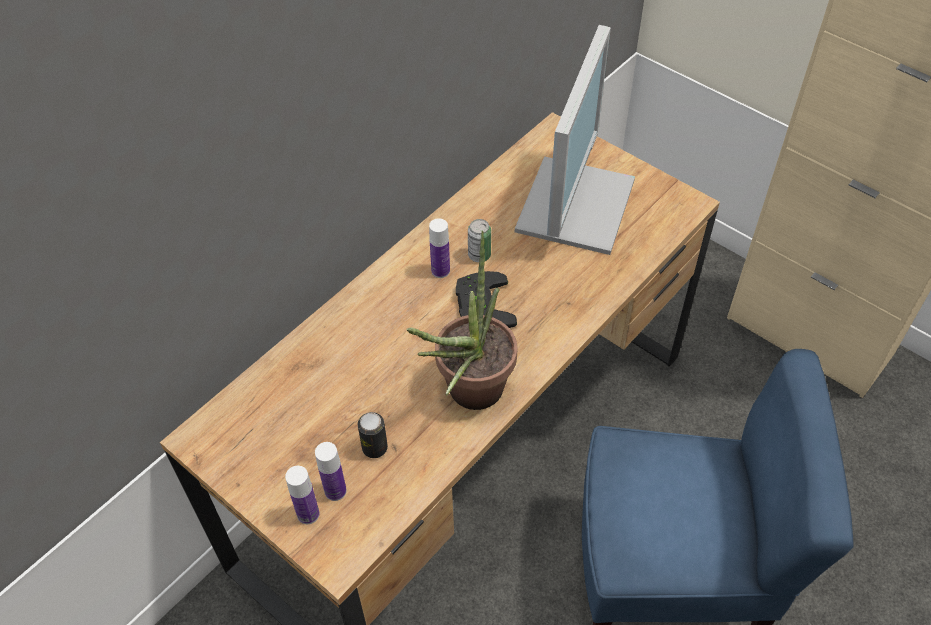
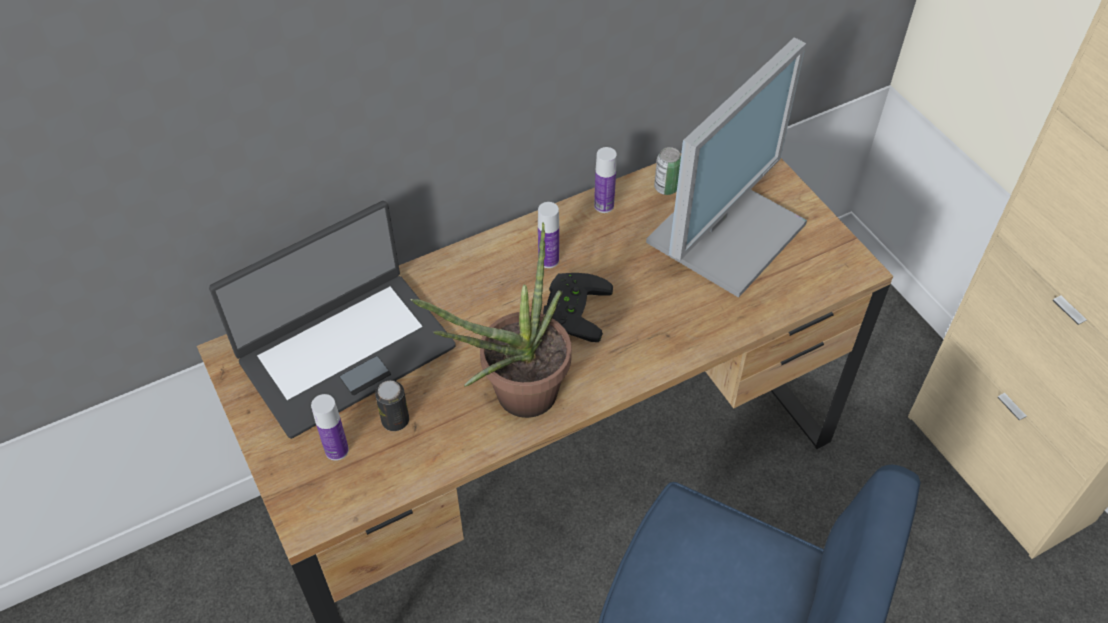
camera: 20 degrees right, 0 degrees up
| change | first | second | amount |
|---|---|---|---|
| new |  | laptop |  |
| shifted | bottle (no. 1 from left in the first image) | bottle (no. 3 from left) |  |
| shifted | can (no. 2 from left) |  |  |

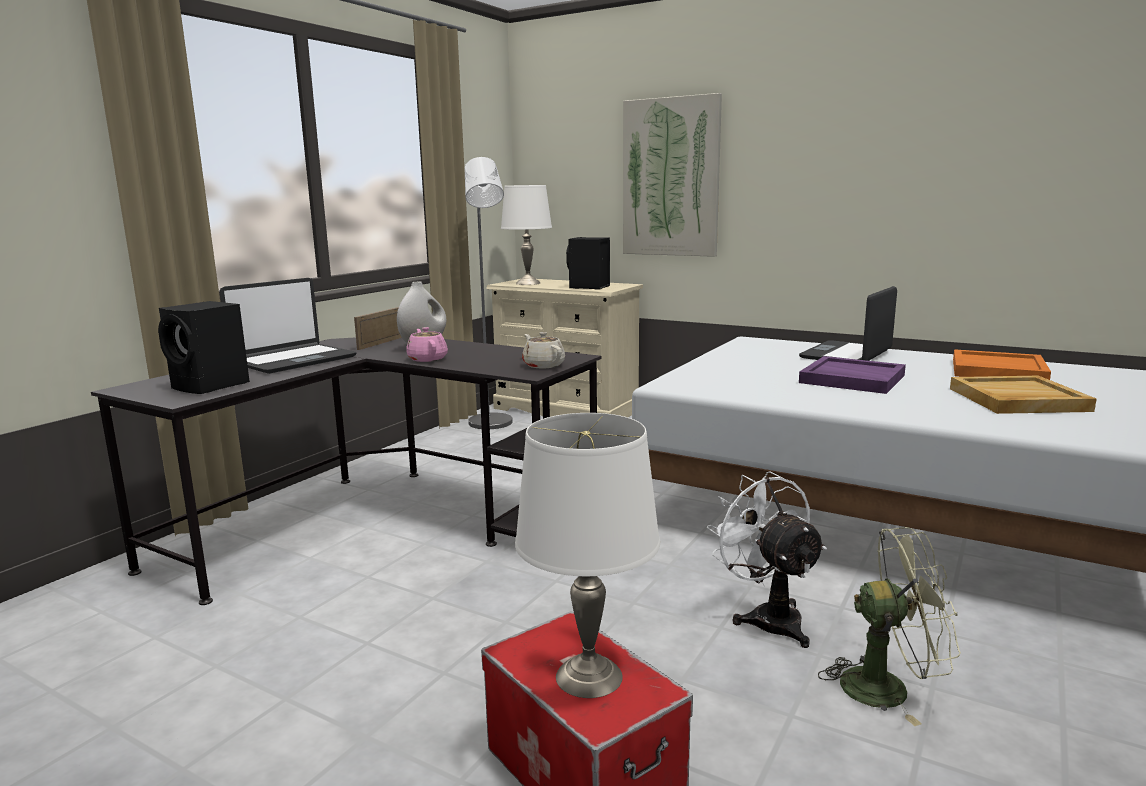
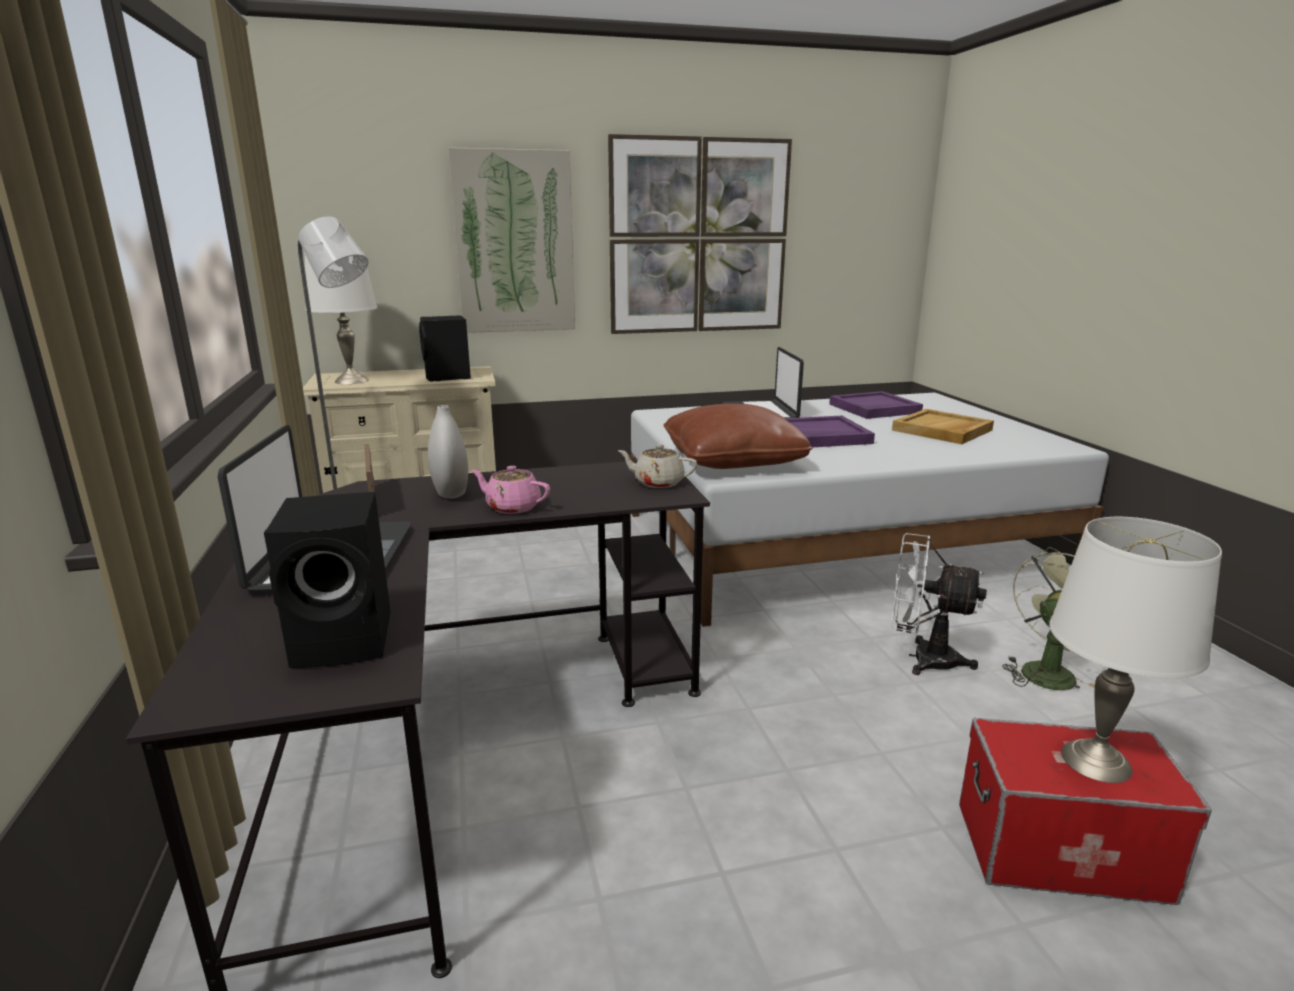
camera: 45 degrees left, 5 degrees up
| change | first | second | amount |
|---|---|---|---|
| new |  | picture (no. 2 from left) |  |
| new |  | brown pillow |  |
| repainted | orange tray | purple tray (no. 2 from left) |  |

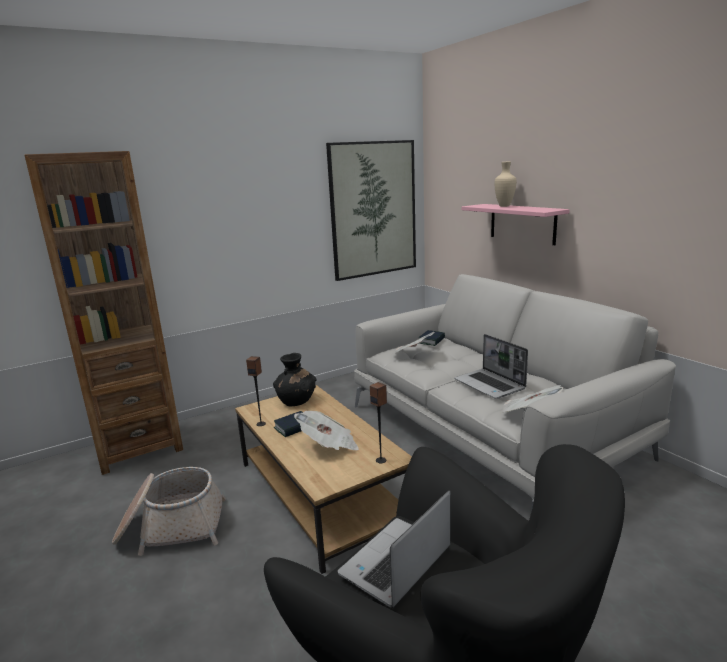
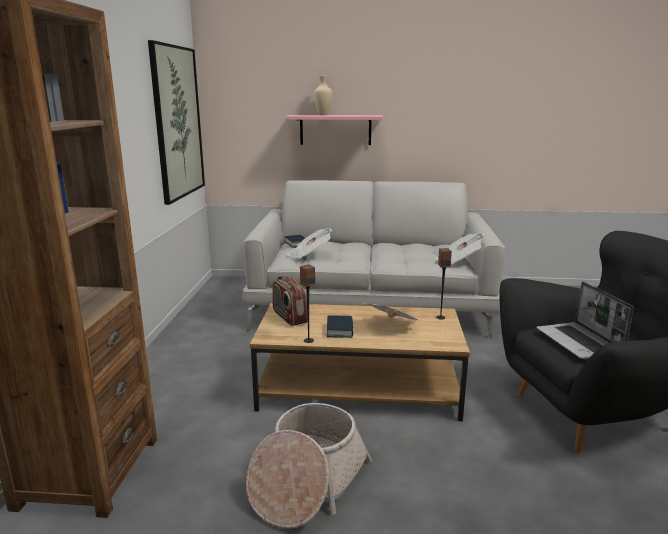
camera: 55 degrees left, 0 degrees up
| change | first | second | amount |
|---|---|---|---|
| gone | laptop (no. 2 from left) |  |  |
| swapped | black vase | radio |  |

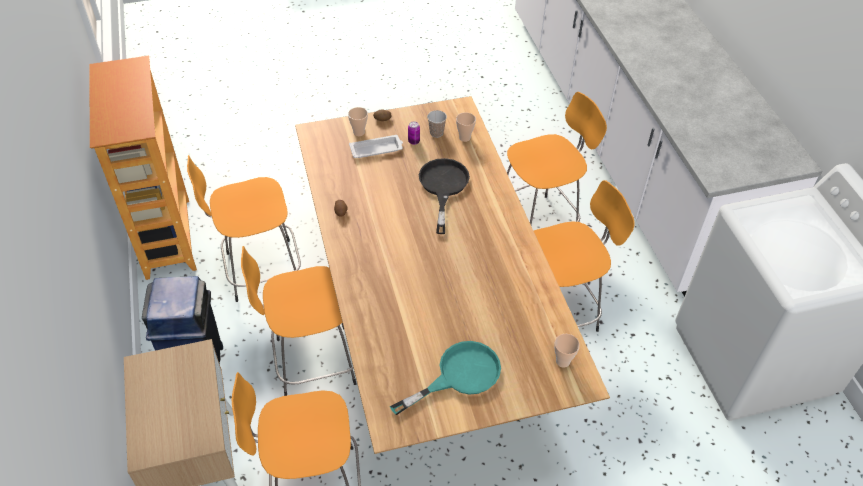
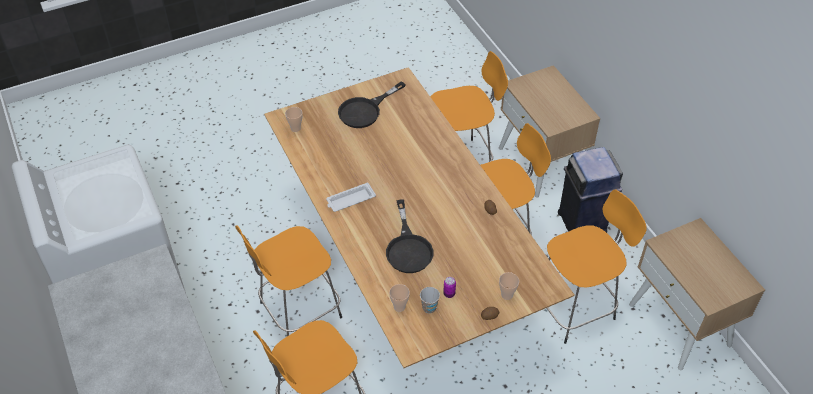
camera: 170 degrees right, 0 degrees up
| change | first | second | amount |
|---|---|---|---|
| shifted | white tray |  |  |
| swapped | bookcase | beige nightstand (no. 2 from left) |  |
| repainted | turquoise frying pan | black frying pan (no. 1 from left) |  |

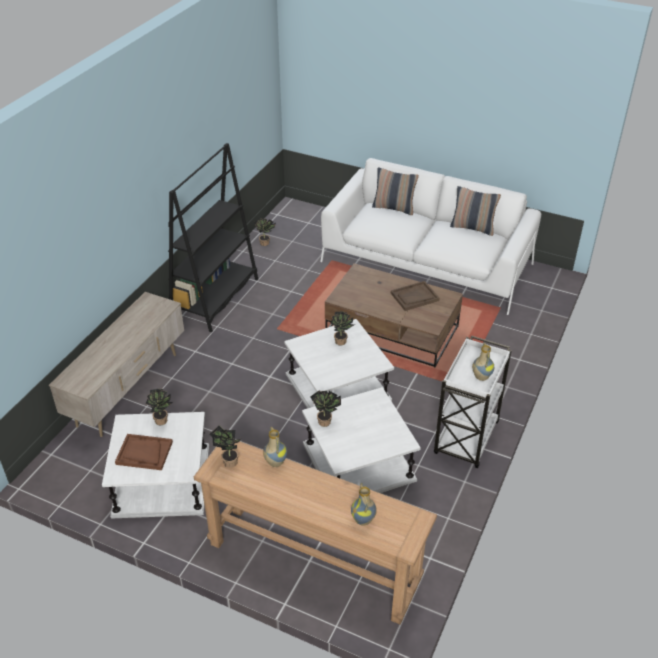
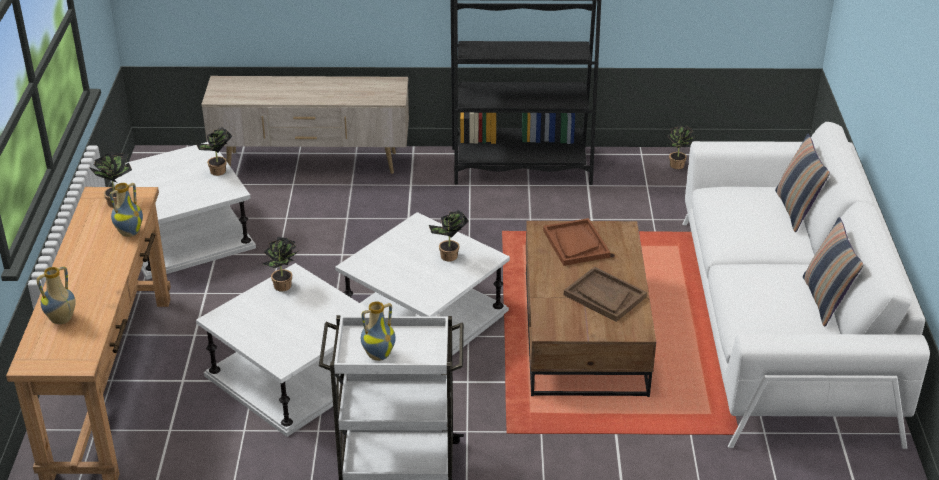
camera: 65 degrees right, 5 degrees down
| change | first | second | amount |
|---|---|---|---|
| shifted | brown tray (no. 1 from left) |  |  |

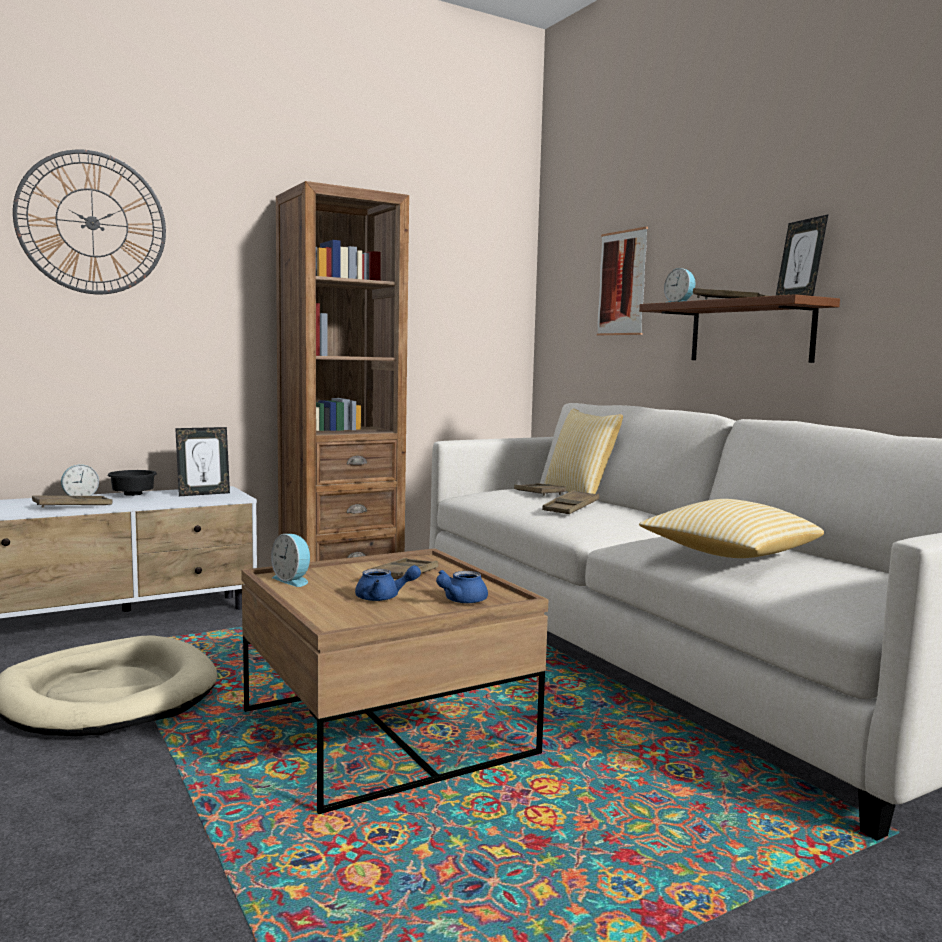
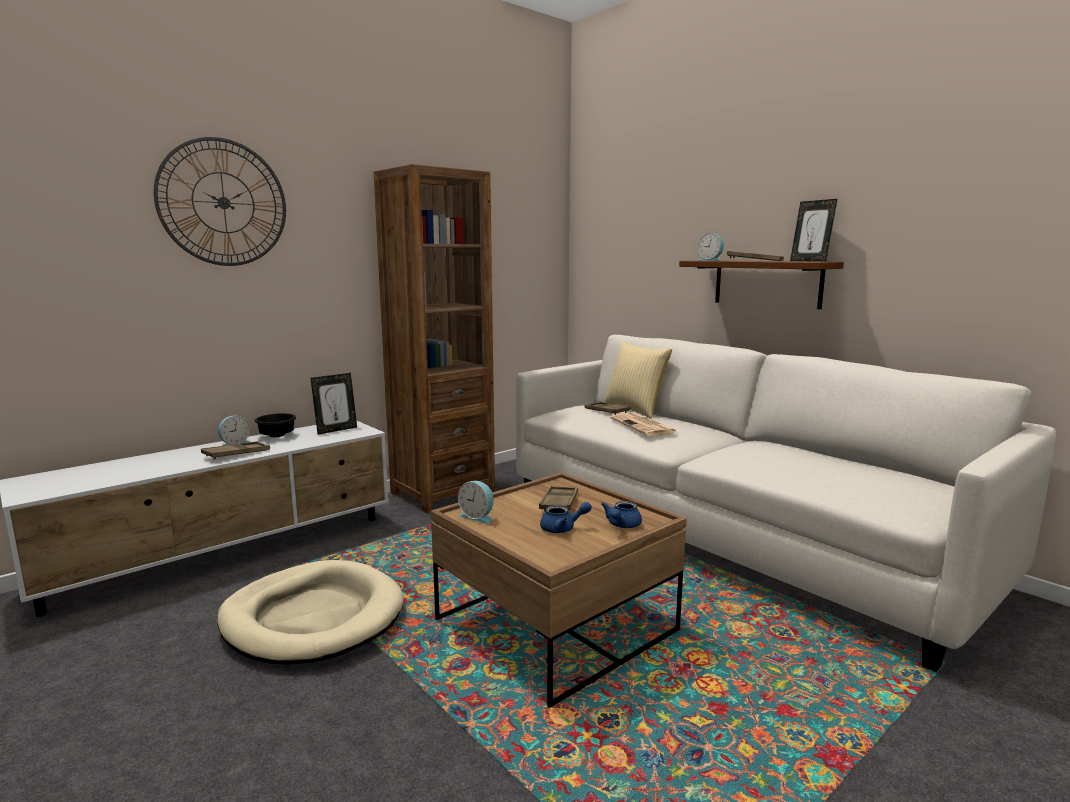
camera: 10 degrees left, 5 degrees up
| change | first | second | amount |
|---|---|---|---|
| gone | picture |  |  |
| gone | pillow (no. 2 from left) |  |  |
| swapped | brown tray (no. 4 from left) | newspaper |  |

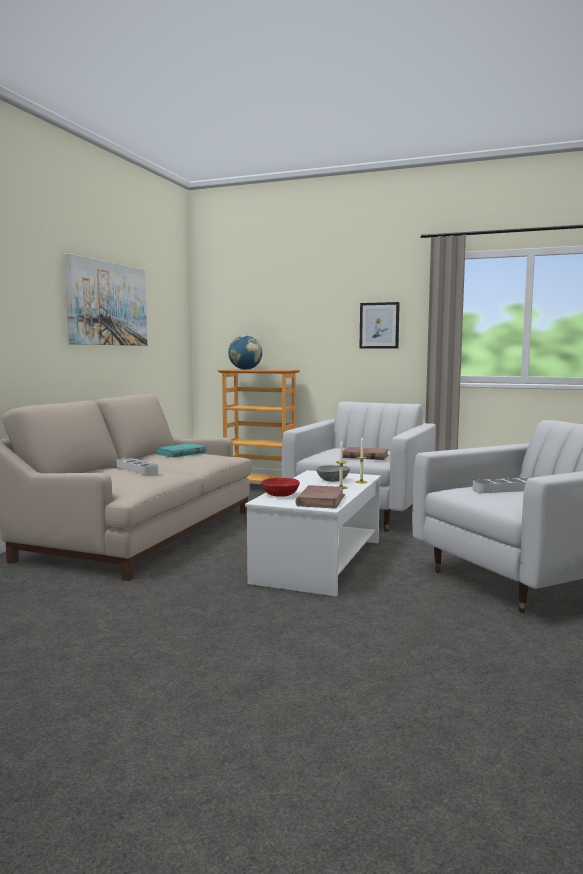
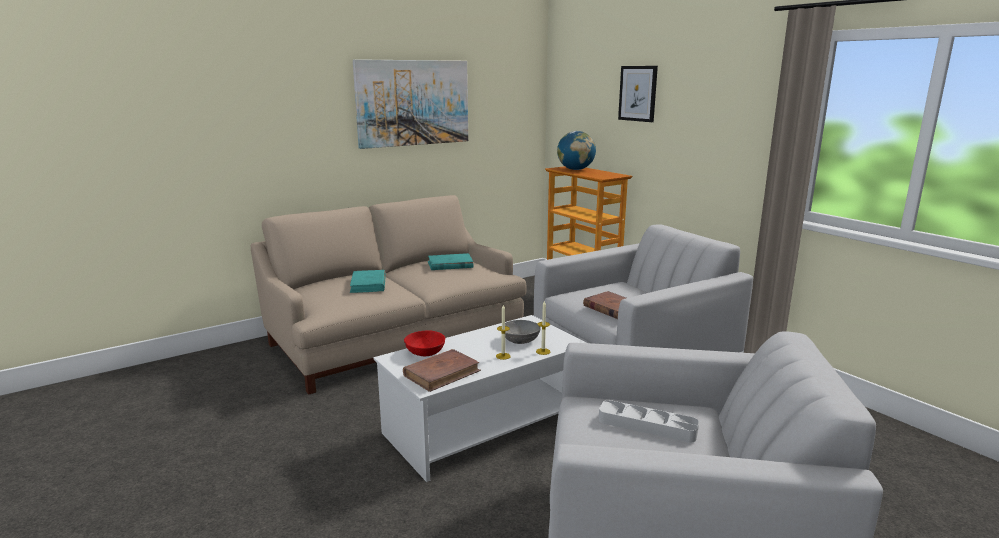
camera: 35 degrees right, 10 degrees up
| change | first | second | amount |
|---|---|---|---|
| shifted | picture (no. 2 from left) |  |  |
| swapped | grey tray (no. 1 from left) | turquoise book (no. 1 from left) |  |

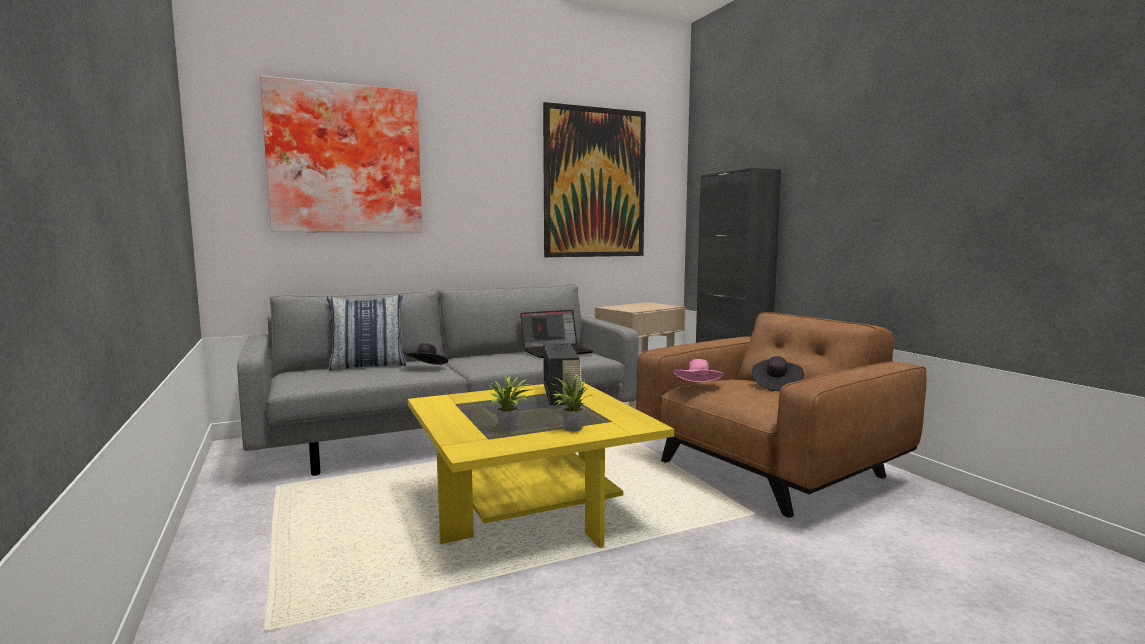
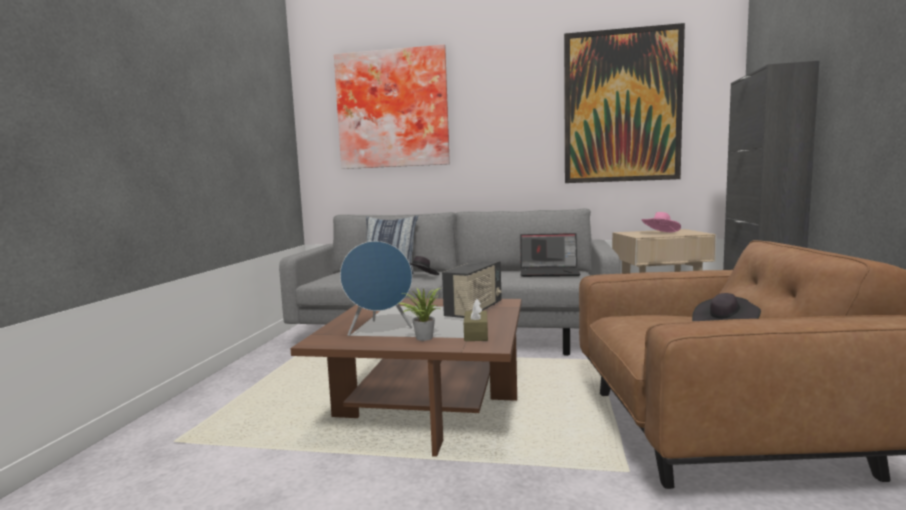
camera: 35 degrees right, 0 degrees up
| change | first | second | amount |
|---|---|---|---|
| new |  | brown tissue box |  |
| shifted | pink hat |  |  |
| swapped | potted plant (no. 1 from left) | blue speaker |  |
| repainted | yellow coffee table | brown coffee table |  |

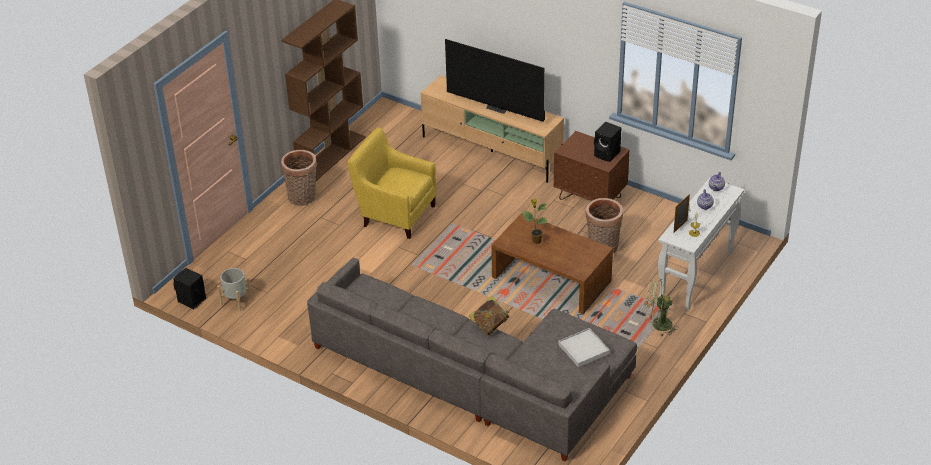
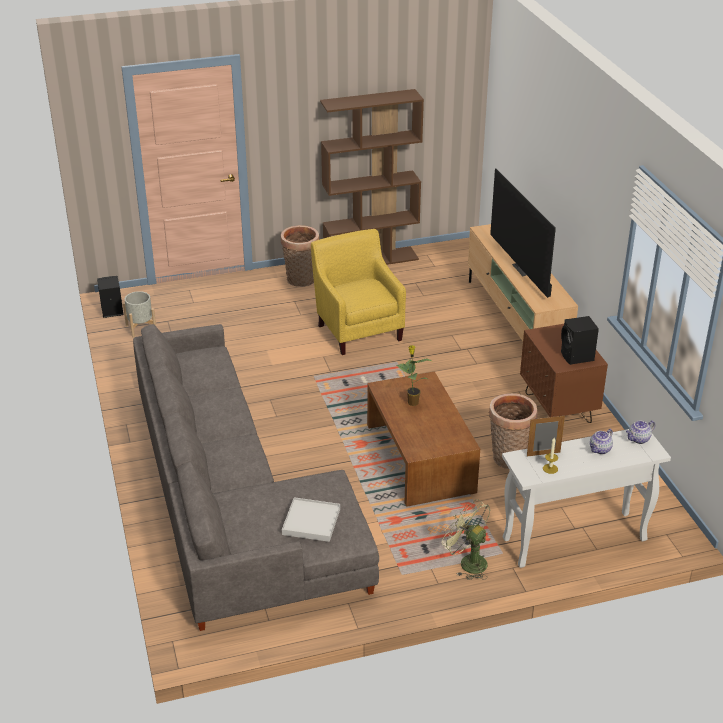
camera: 40 degrees right, 5 degrees down
| change | first | second | amount |
|---|---|---|---|
| gone | book |  |  |

